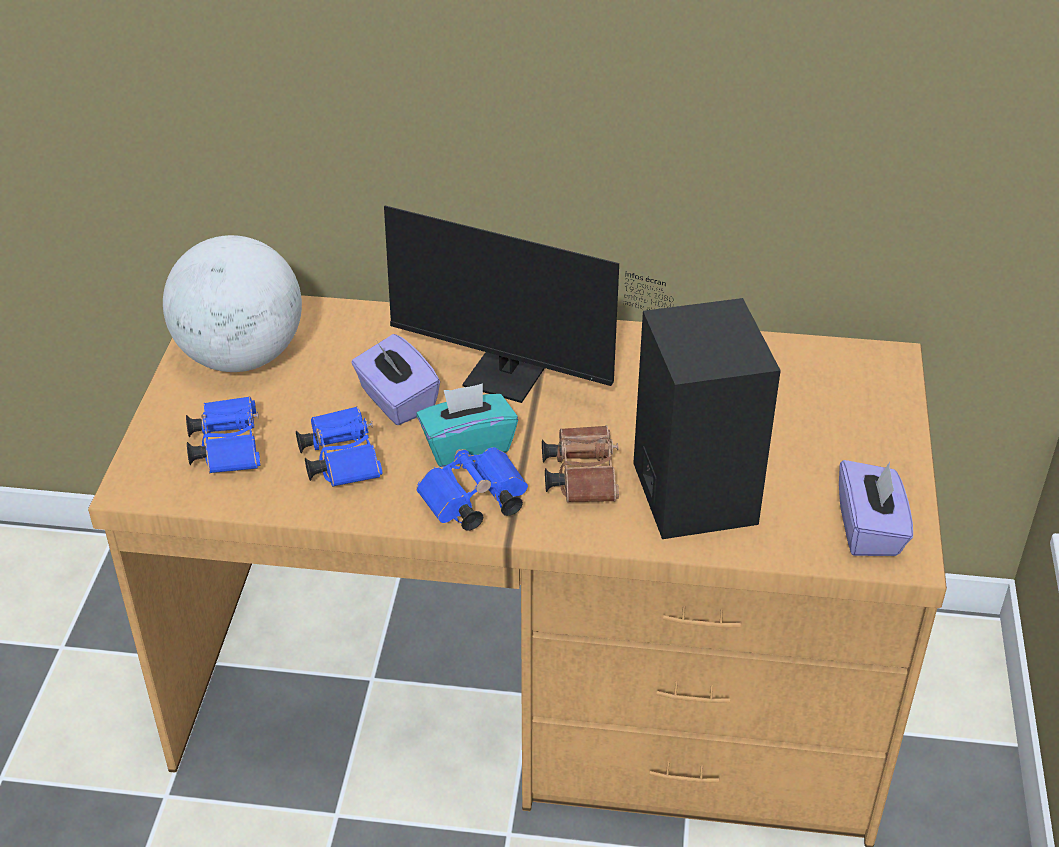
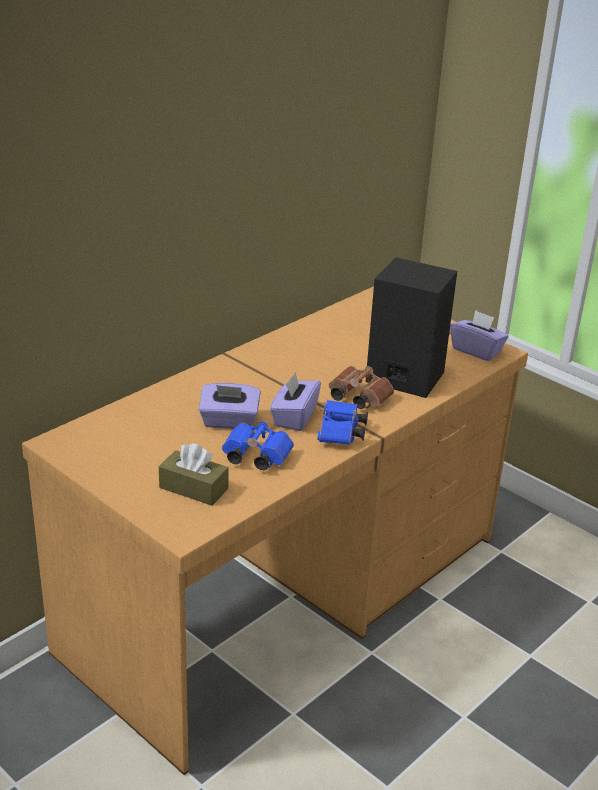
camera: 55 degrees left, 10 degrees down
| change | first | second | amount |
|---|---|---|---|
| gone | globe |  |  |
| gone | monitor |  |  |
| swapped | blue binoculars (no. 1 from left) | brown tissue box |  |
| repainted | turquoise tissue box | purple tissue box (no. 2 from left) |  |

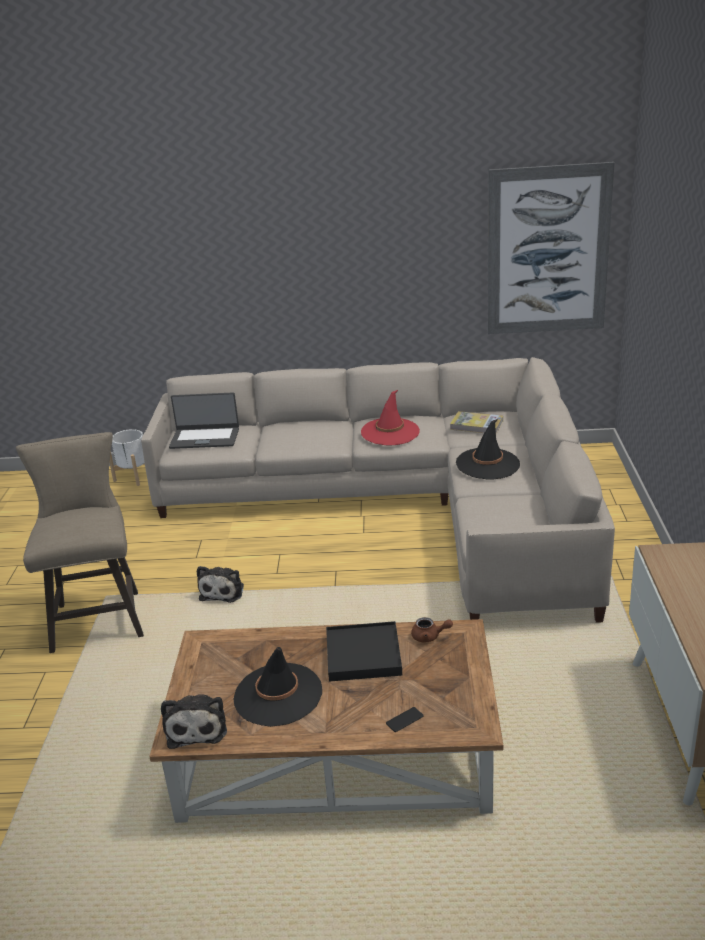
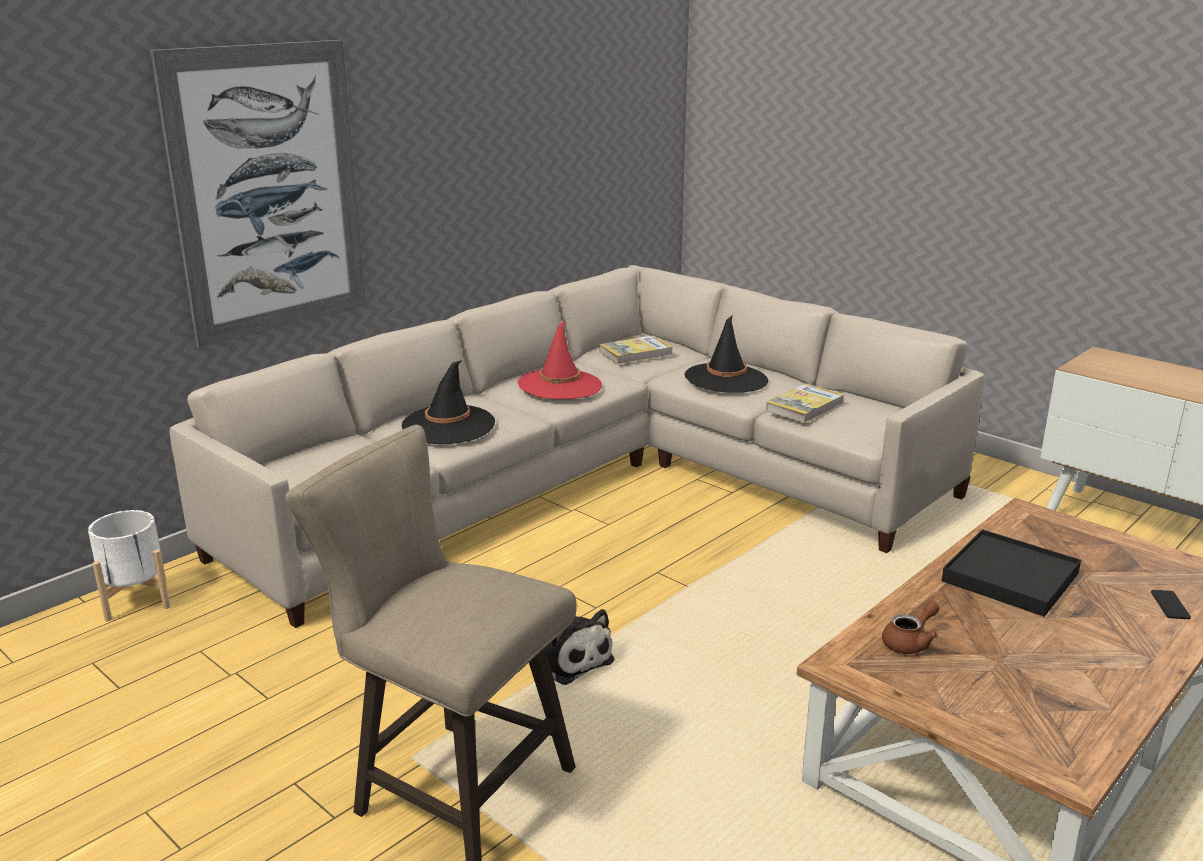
camera: 50 degrees left, 5 degrees down
| change | first | second | amount |
|---|---|---|---|
| gone | plush toy (no. 1 from left) |  |  |
| gone | laptop |  |  |
| new |  | book (no. 2 from left) |  |
| shifted | black hat (no. 1 from left) |  |  |
| shifted | brown teapot |  |  |
| shifted | picture |  |  |

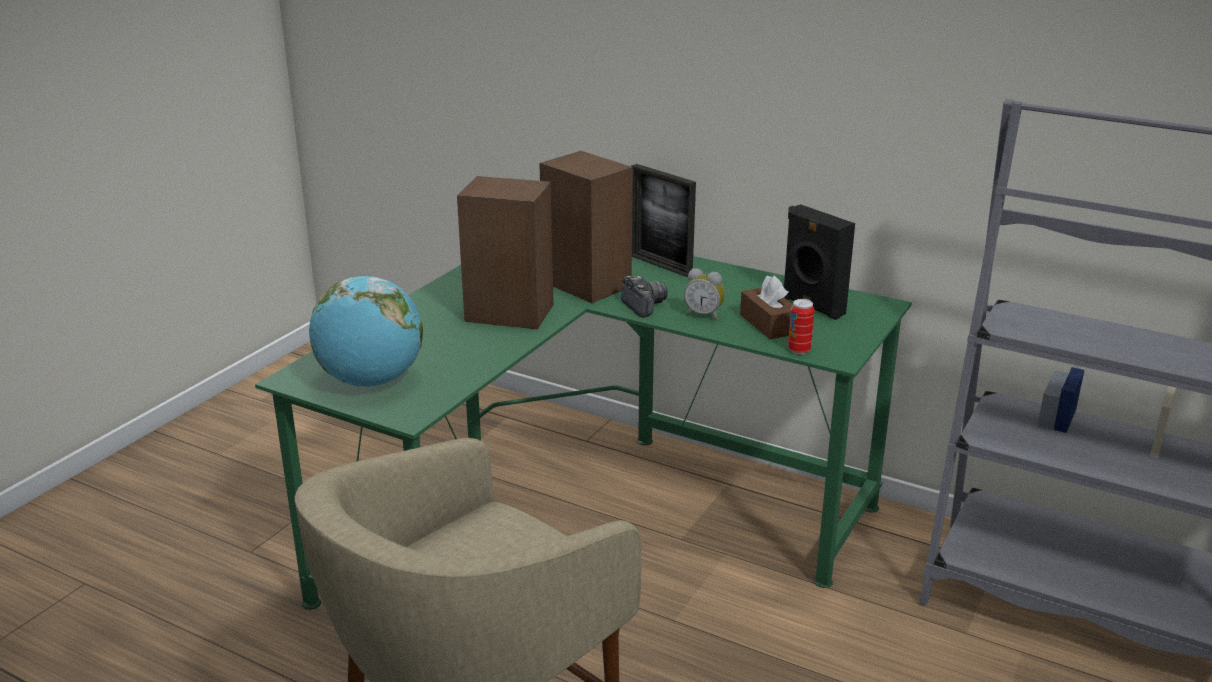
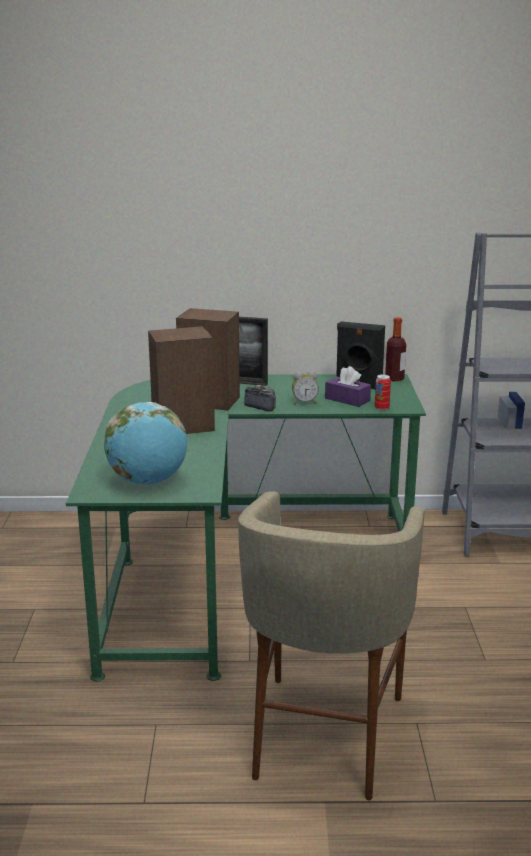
camera: 30 degrees left, 5 degrees down
| change | first | second | amount |
|---|---|---|---|
| new |  | bottle |  |
| repainted | brown tissue box | purple tissue box |  |

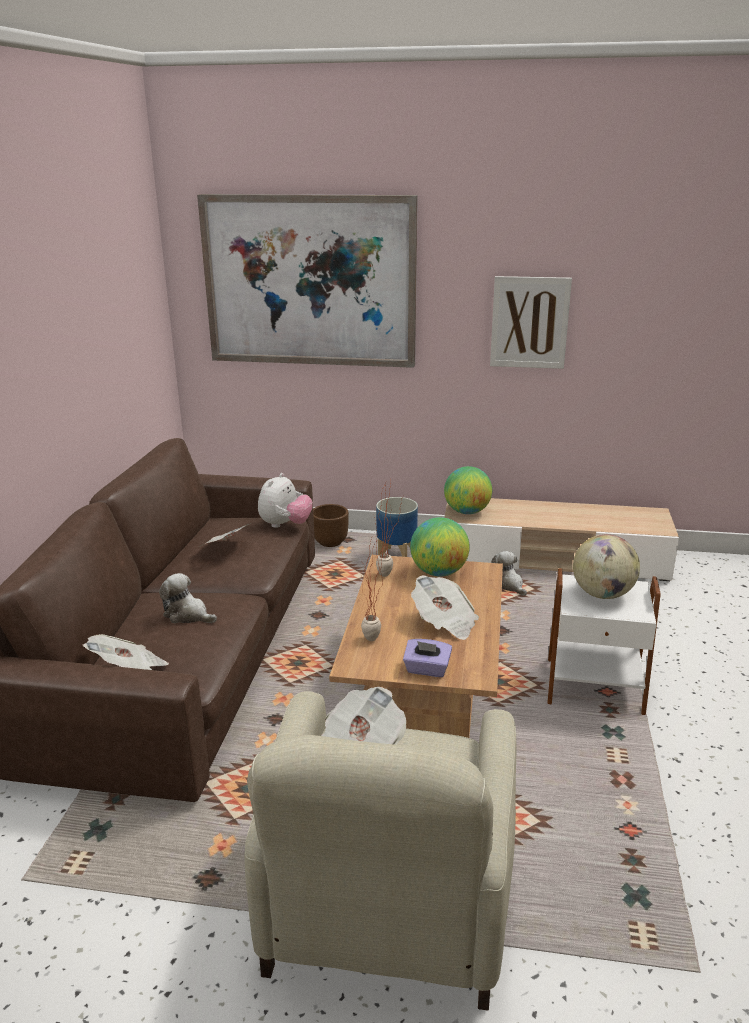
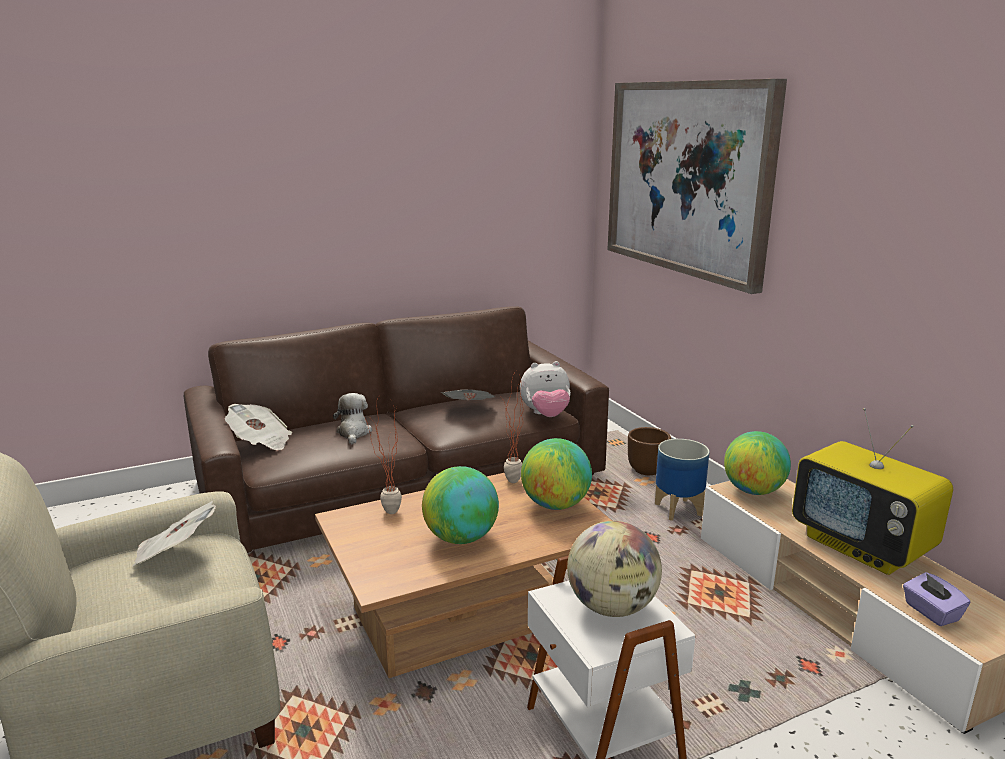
camera: 55 degrees right, 5 degrees down
| change | first | second | amount |
|---|---|---|---|
| gone | picture (no. 2 from left) |  |  |
| gone | plush toy (no. 3 from left) |  |  |
| new |  | television |  |
| shifted | purple tissue box |  |  |
| swapped | newspaper (no. 4 from left) | globe (no. 1 from left) |  |

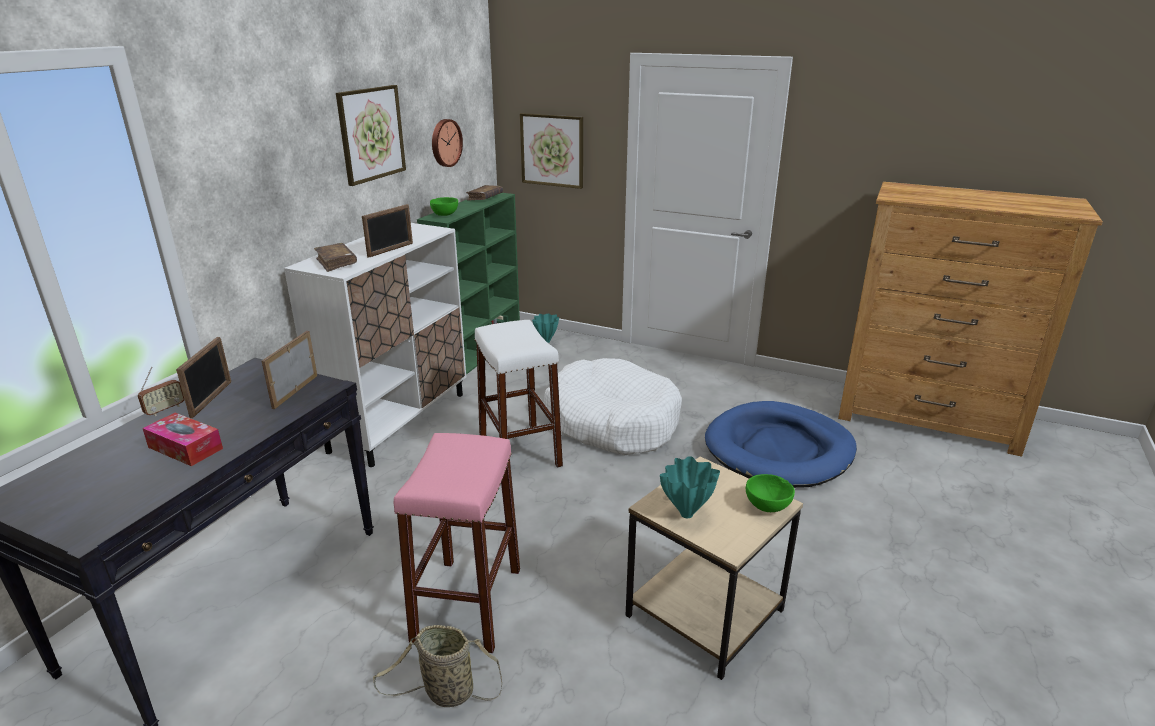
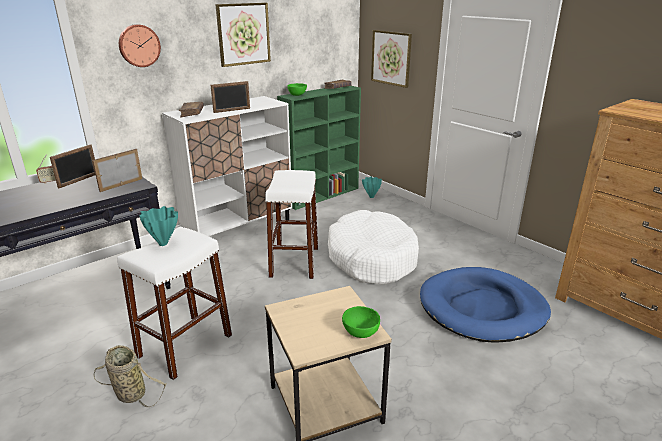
camera: 25 degrees right, 0 degrees up
| change | first | second | amount |
|---|---|---|---|
| gone | tissue box |  |  |
| shifted | wall clock |  |  |
| shifted | turquoise vase (no. 2 from left in the first image) | turquoise vase (no. 1 from left) |  |
| repainted | pink stool | white stool (no. 1 from left) |  |

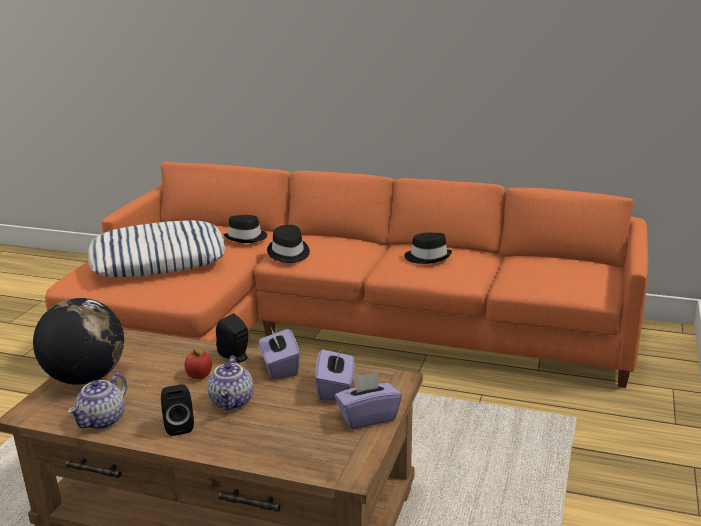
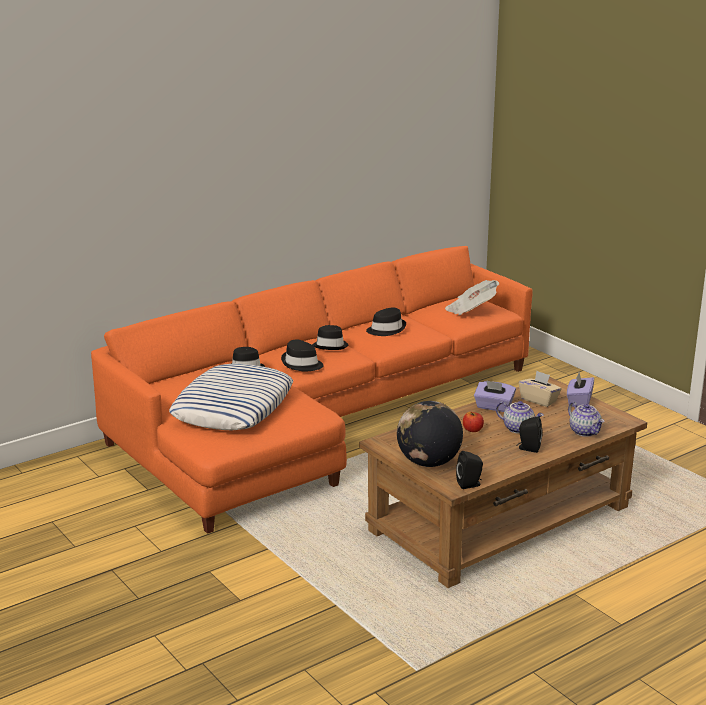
camera: 55 degrees left, 0 degrees up
| change | first | second | amount |
|---|---|---|---|
| new |  | black hat (no. 3 from left) |  |
| new |  | newspaper |  |
| shifted | teapot (no. 1 from left in the first image) | teapot (no. 2 from left) |  |
| shifted | black speaker (no. 2 from left in the first image) | black speaker (no. 1 from left) |  |
| repainted | purple tissue box (no. 2 from left) | beige tissue box |  |

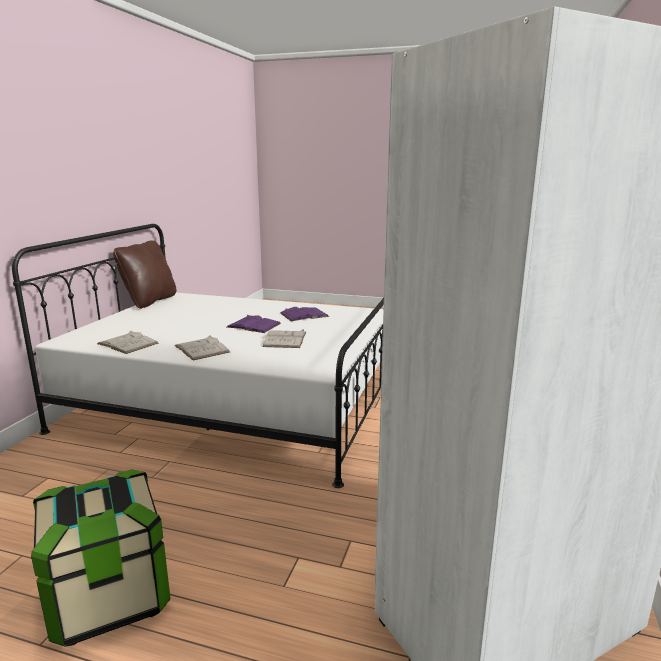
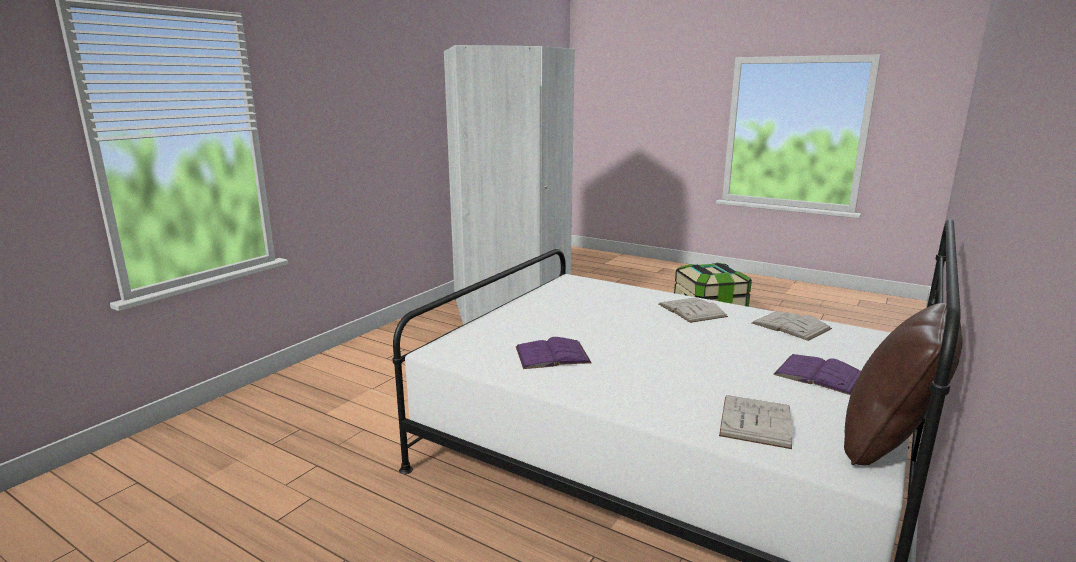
camera: 165 degrees left, 0 degrees up
| change | first | second | amount |
|---|---|---|---|
| shifted | purple book (no. 1 from left in the first image) | purple book (no. 2 from left) |  |
| shifted | white book (no. 3 from left in the first image) | white book (no. 2 from left) |  |

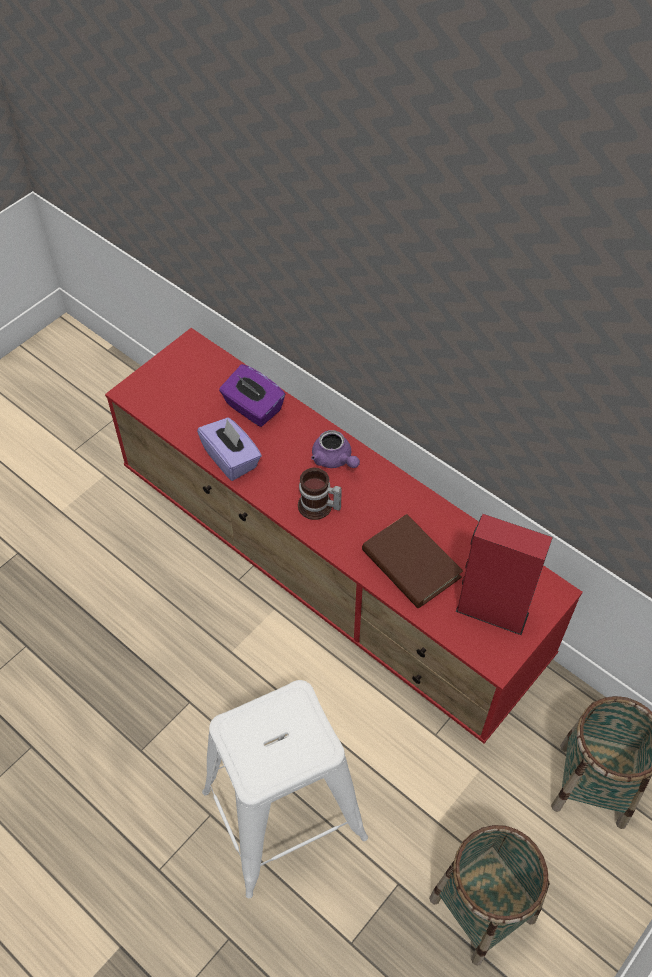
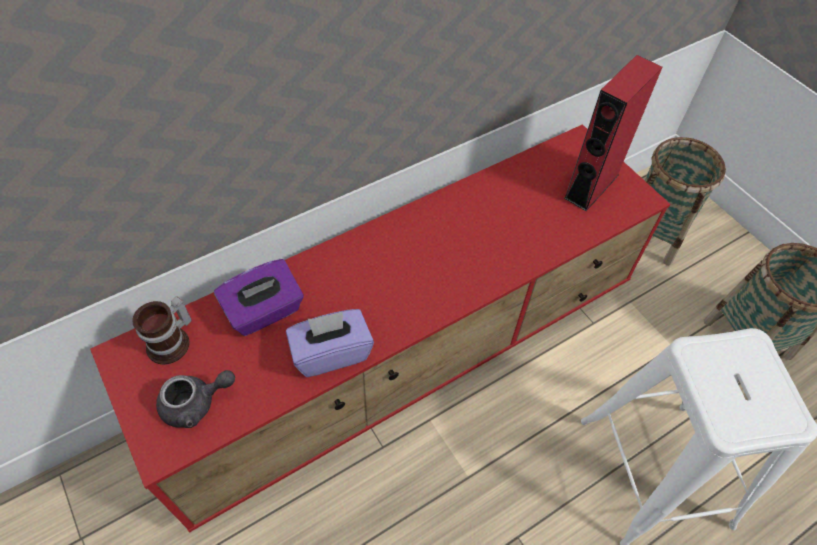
camera: 75 degrees left, 0 degrees up
| change | first | second | amount |
|---|---|---|---|
| gone | purple teapot |  |  |
| gone | brown book |  |  |
| new |  | grey teapot |  |
| shifted | mug |  |  |

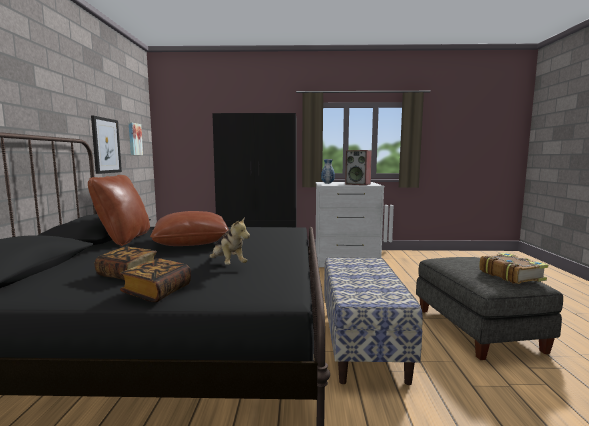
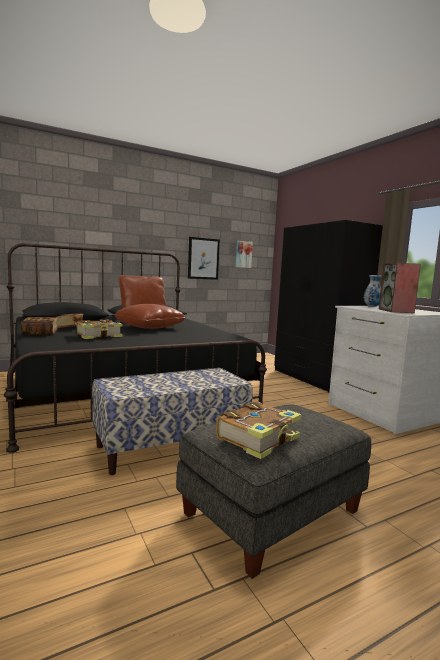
camera: 60 degrees right, 0 degrees up
| change | first | second | amount |
|---|---|---|---|
| swapped | plush toy | book (no. 3 from left) |  |

